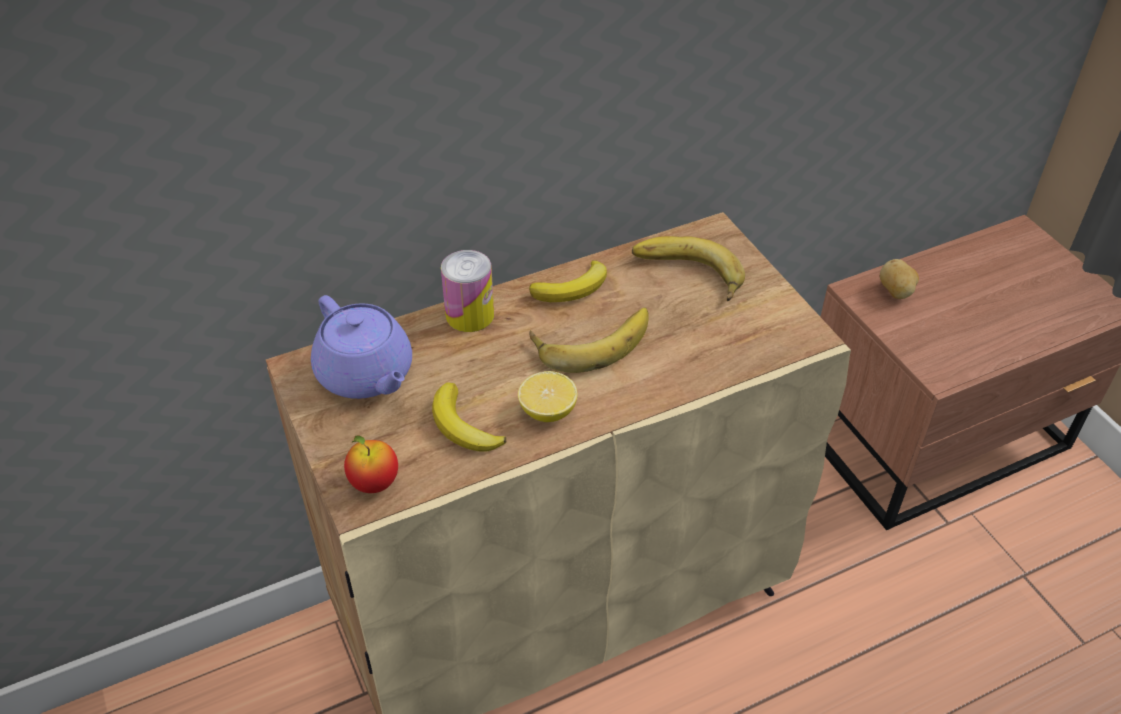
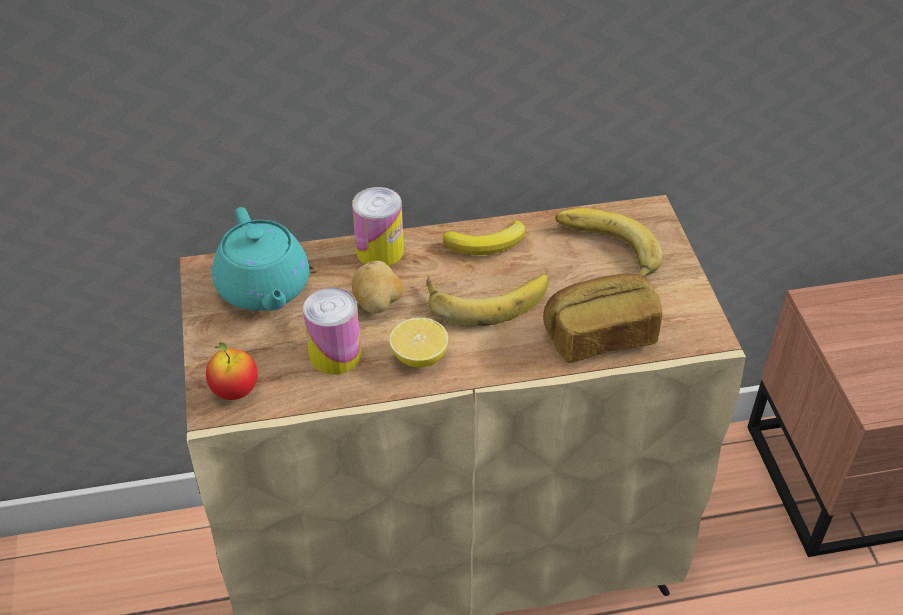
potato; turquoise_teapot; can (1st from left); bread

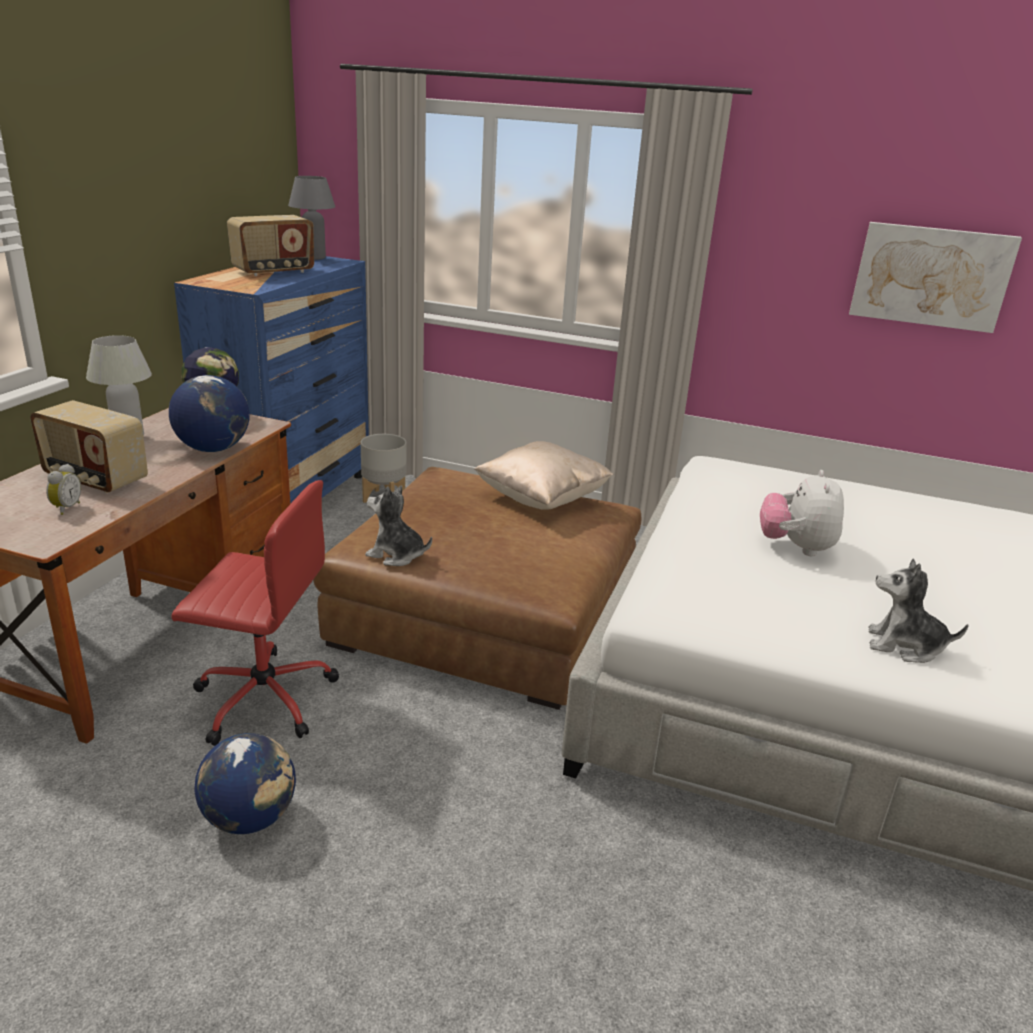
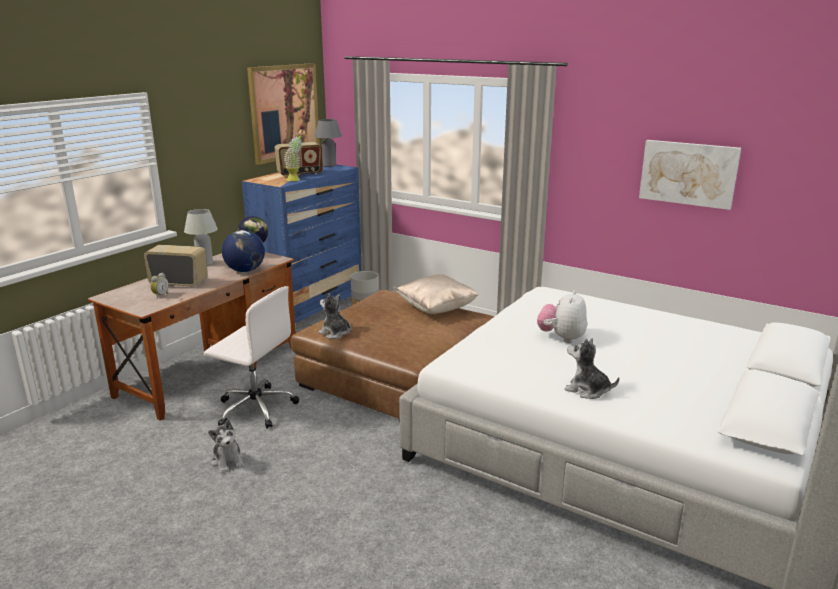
radio (1st from left); white_office_chair; plush_toy (1st from left); picture (1st from left); potted_plant

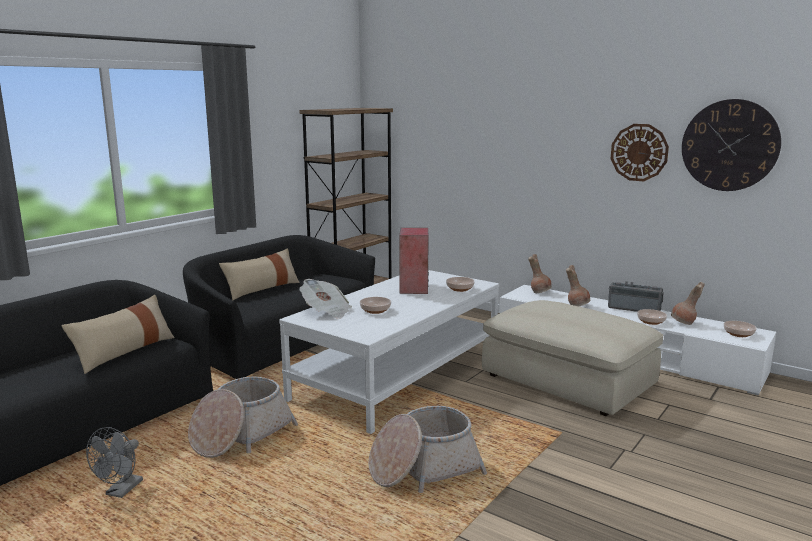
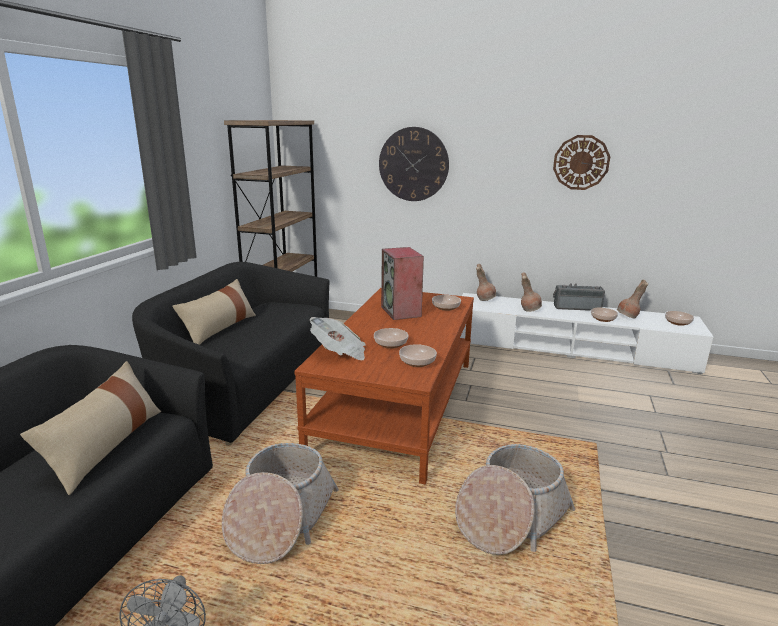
wall_clock (1st from left); brown_coffee_table; beige_ottoman; bowl (2nd from left)

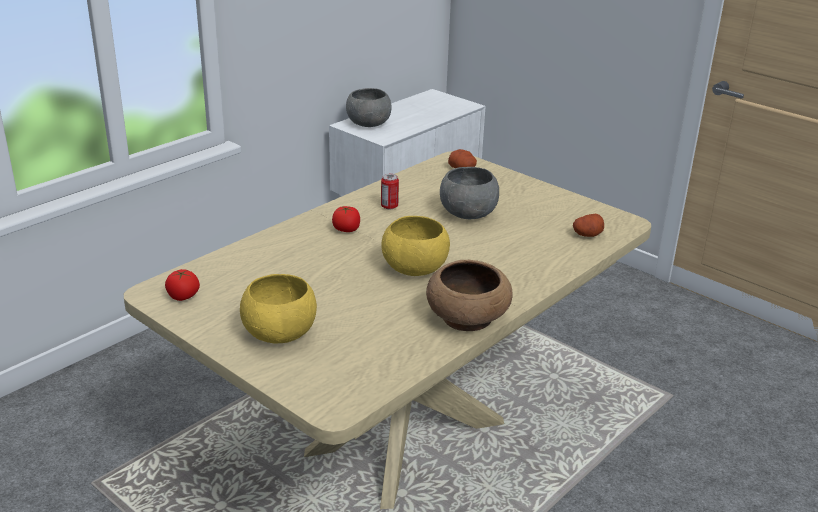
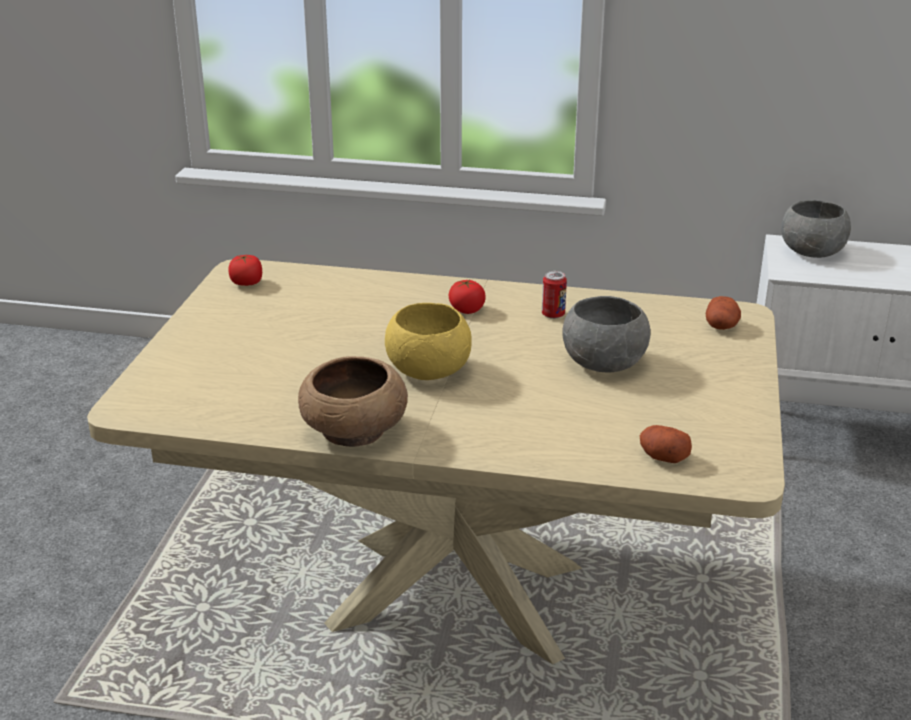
yellow_bowl (1st from left in the first image)

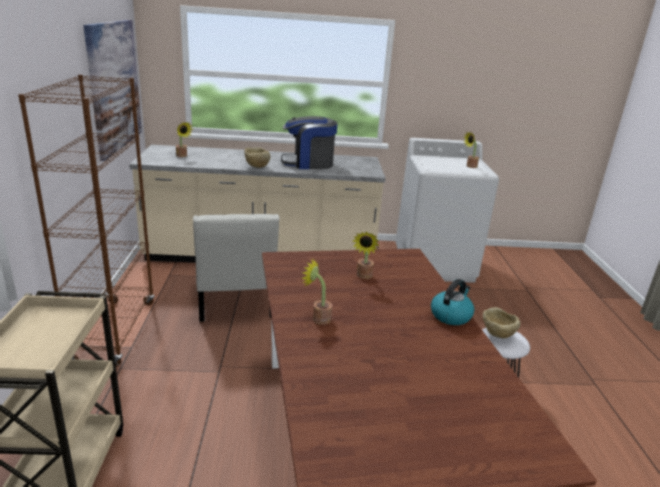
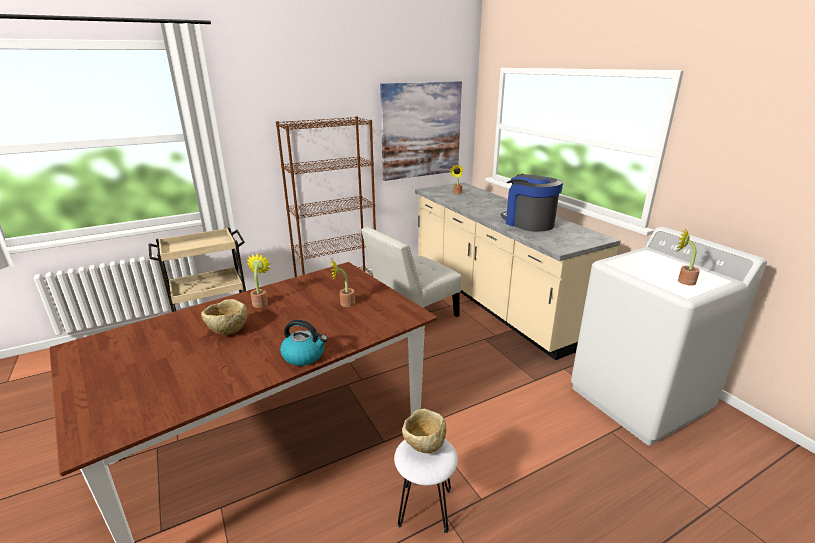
beige_bowl (1st from left)

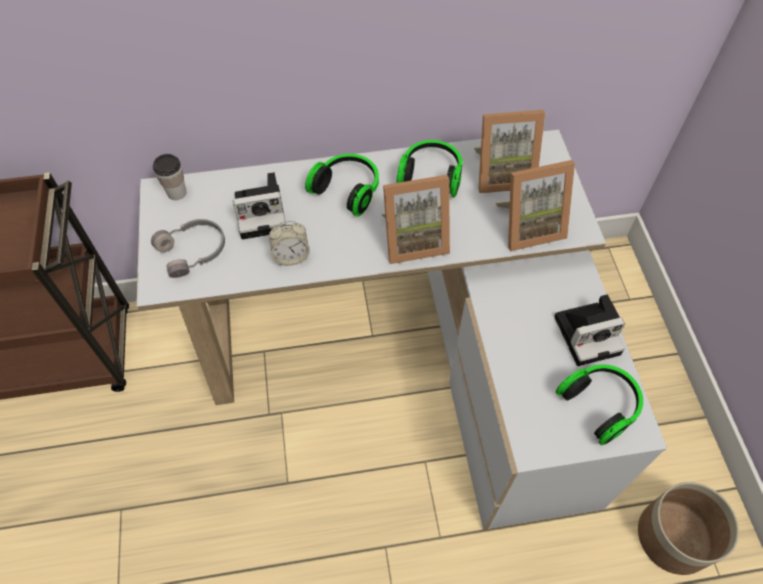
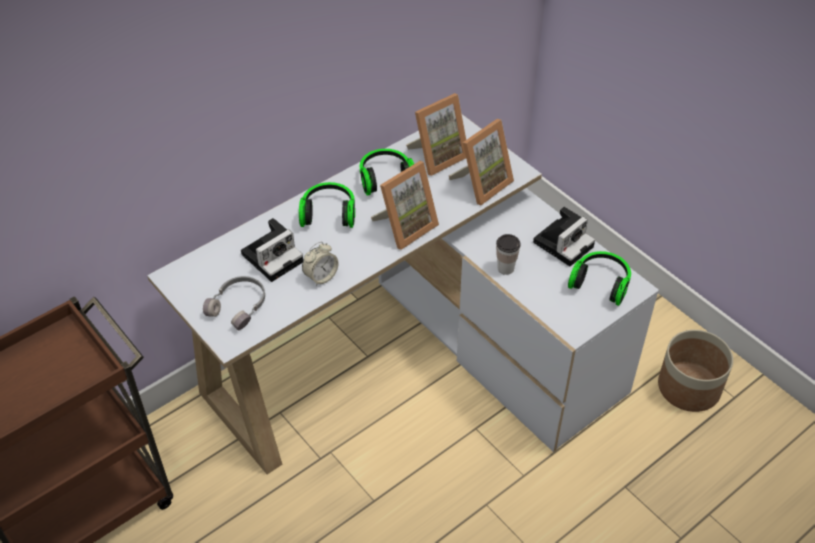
cup

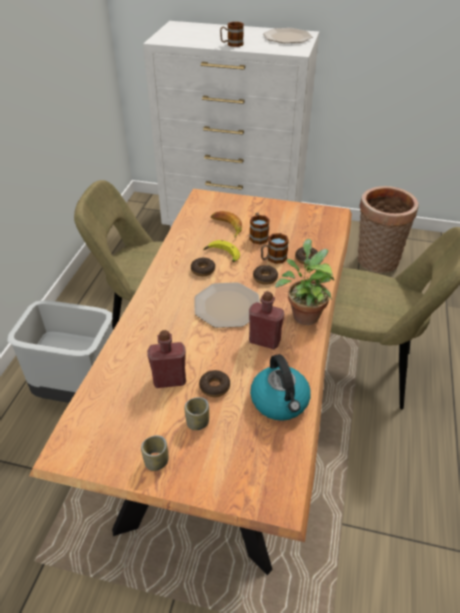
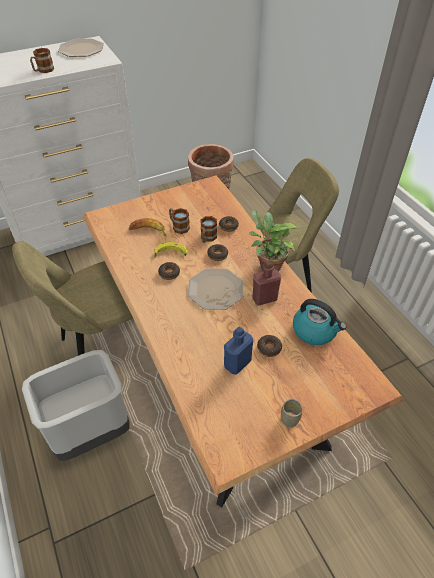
blue_bottle; cup (2nd from left in the first image)

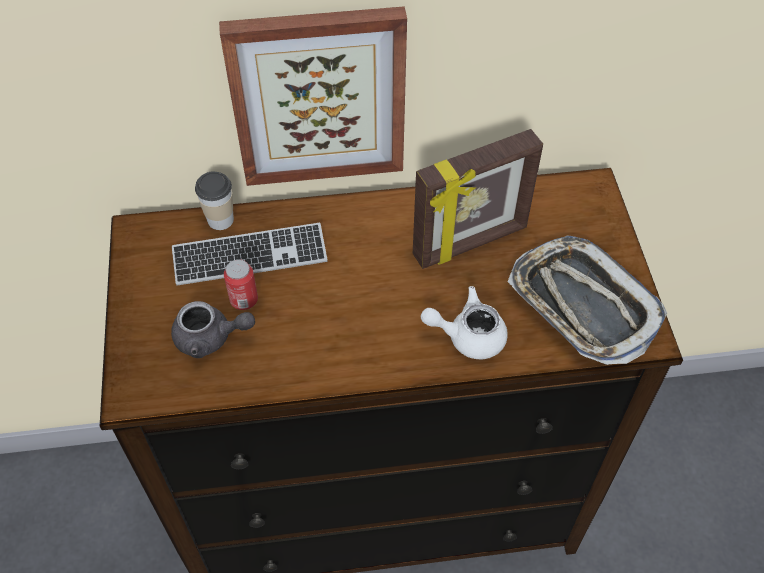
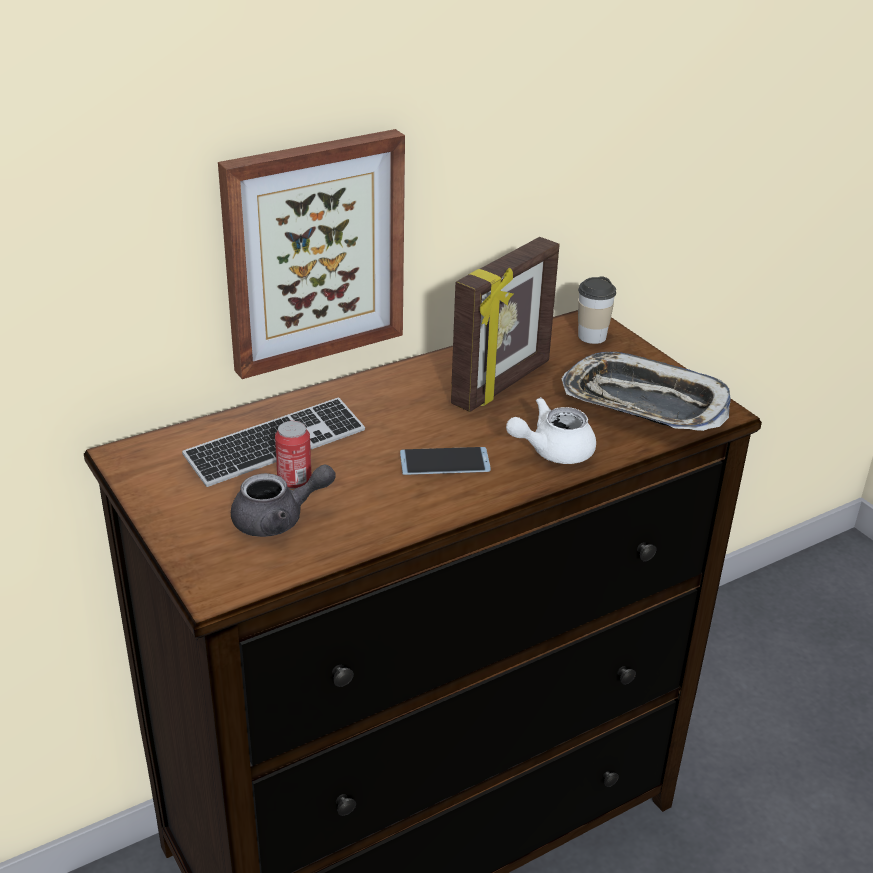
cup; phone

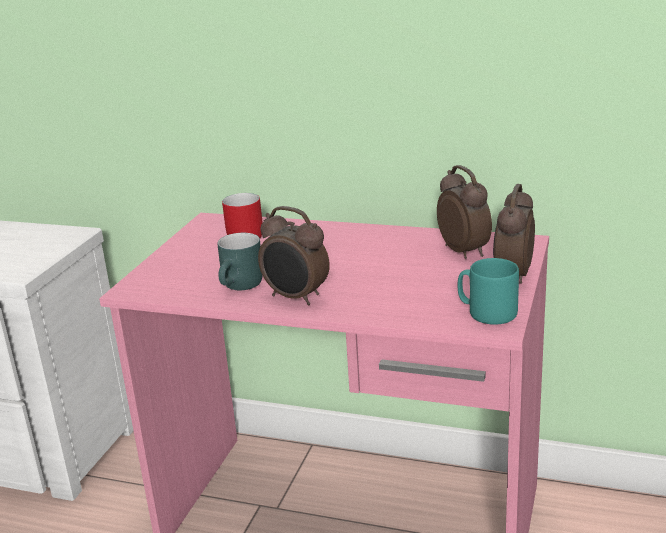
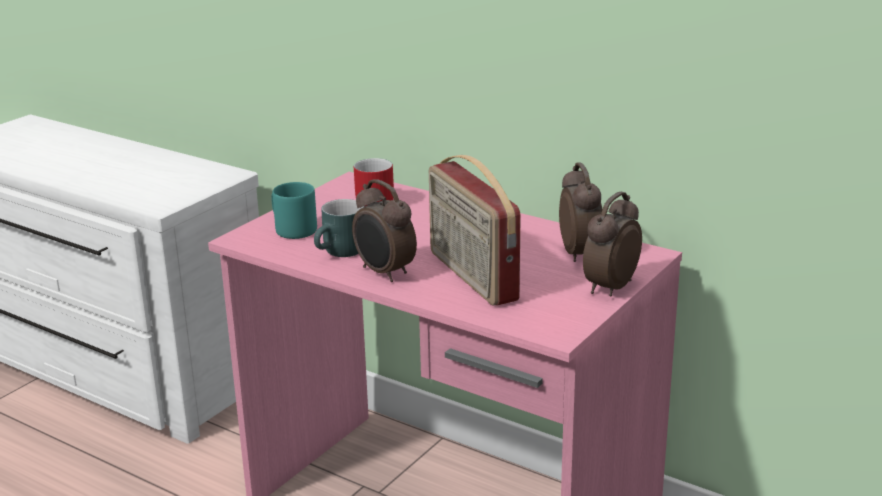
turquoise_mug (1st from left); radio

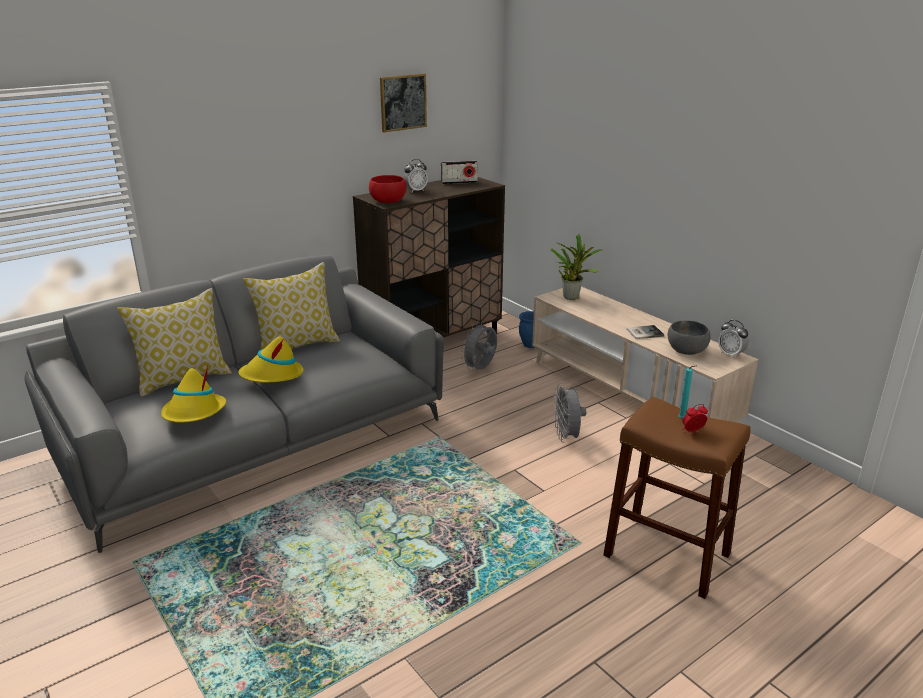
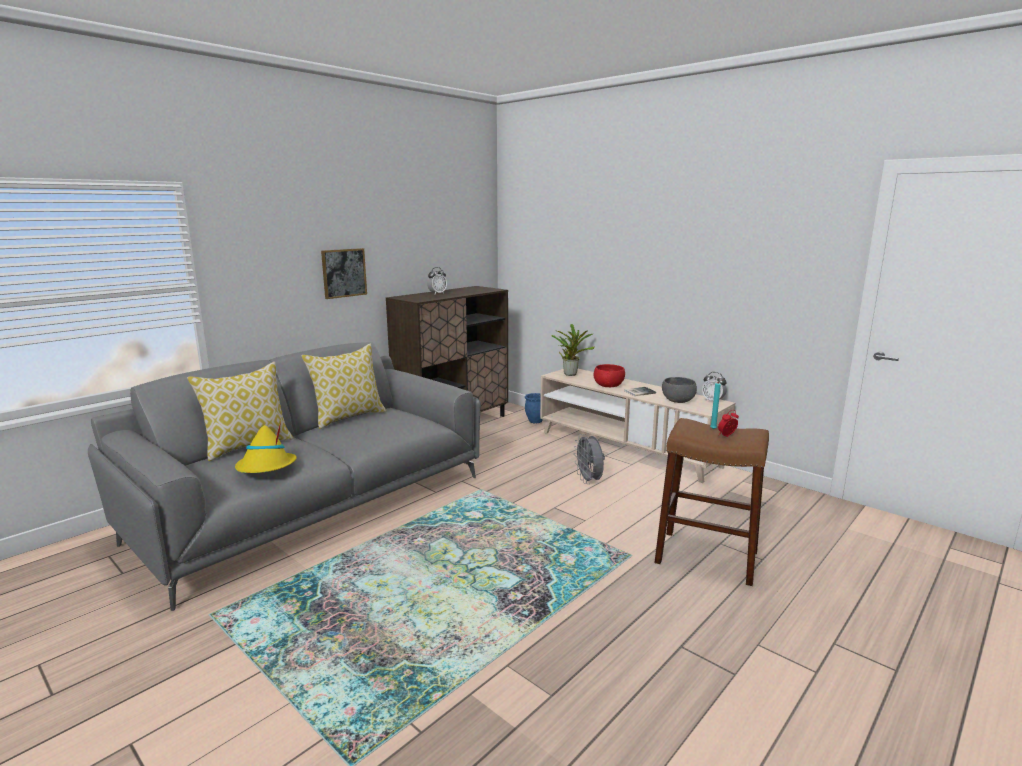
picture; radio; red_bowl; grey_fan (1st from left in the first image); yellow_hat (2nd from left in the first image)

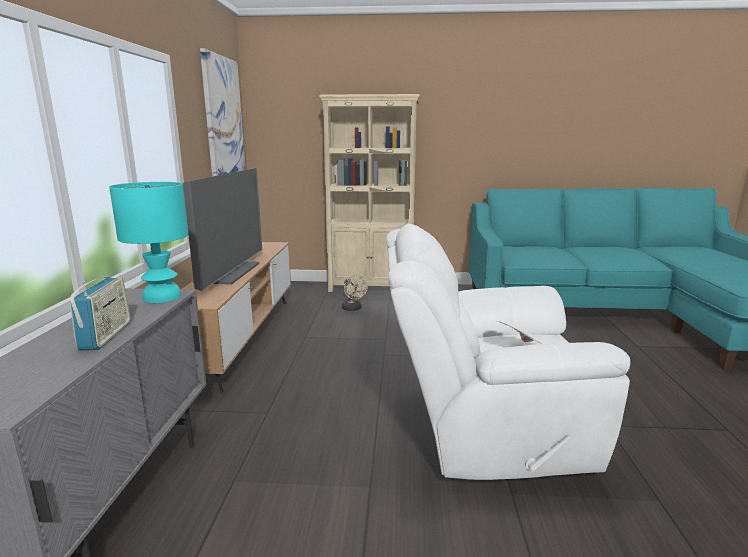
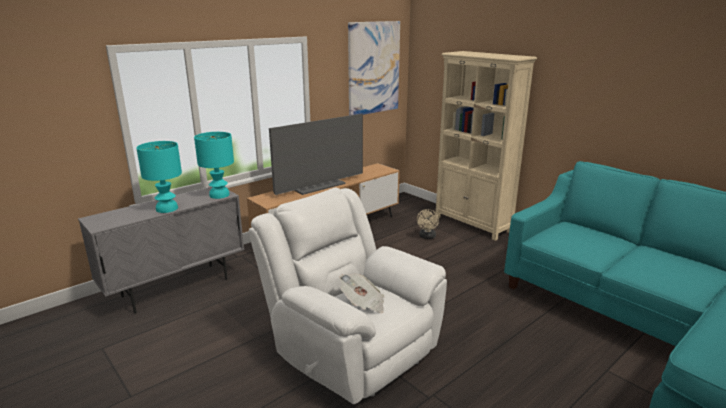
turquoise_table_lamp (1st from left)

